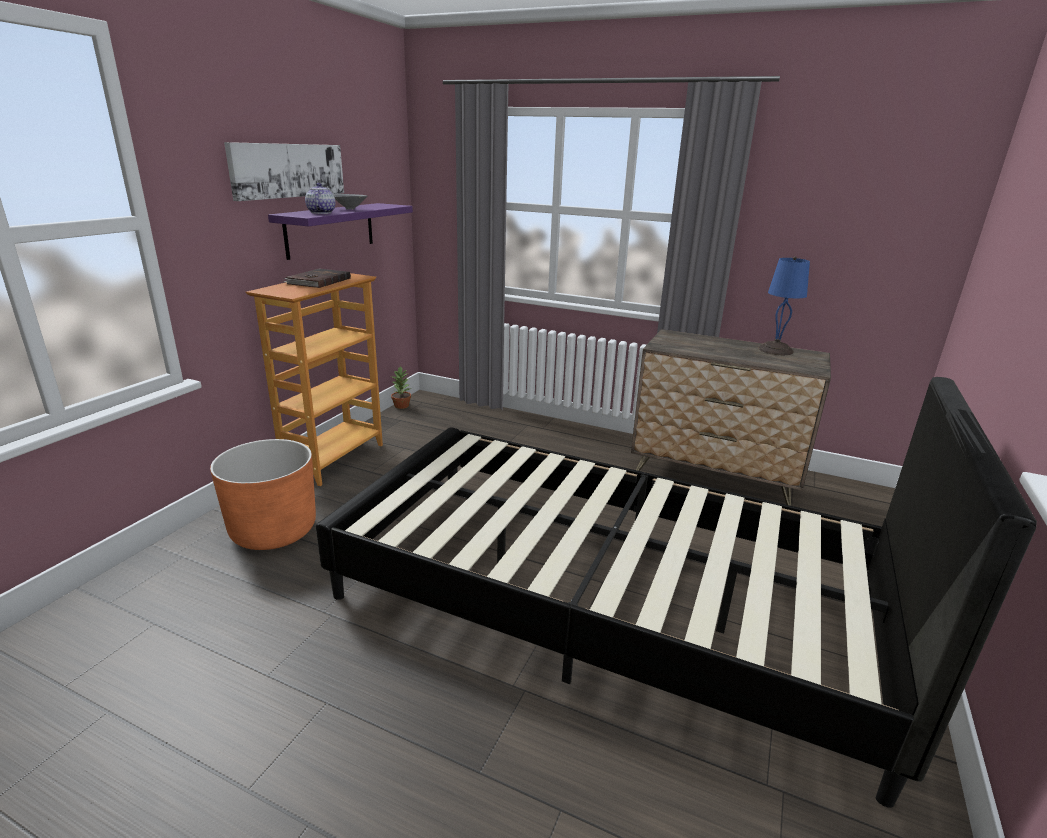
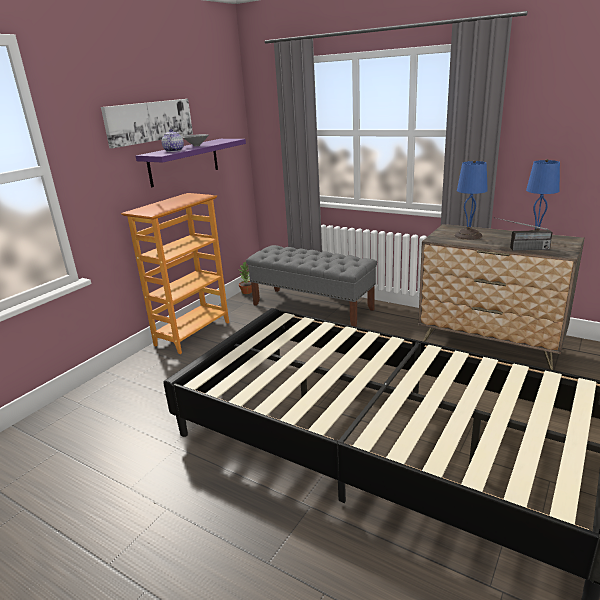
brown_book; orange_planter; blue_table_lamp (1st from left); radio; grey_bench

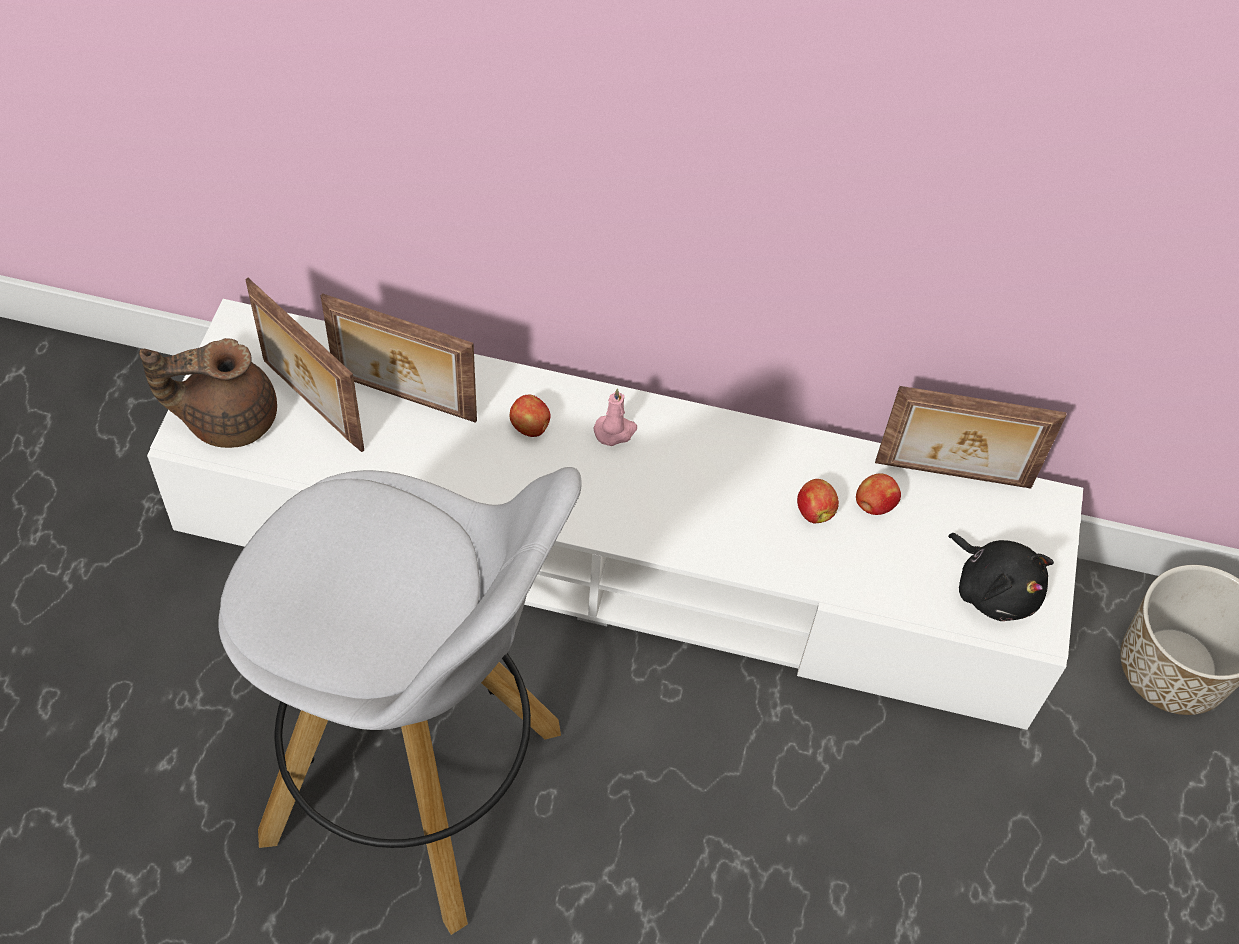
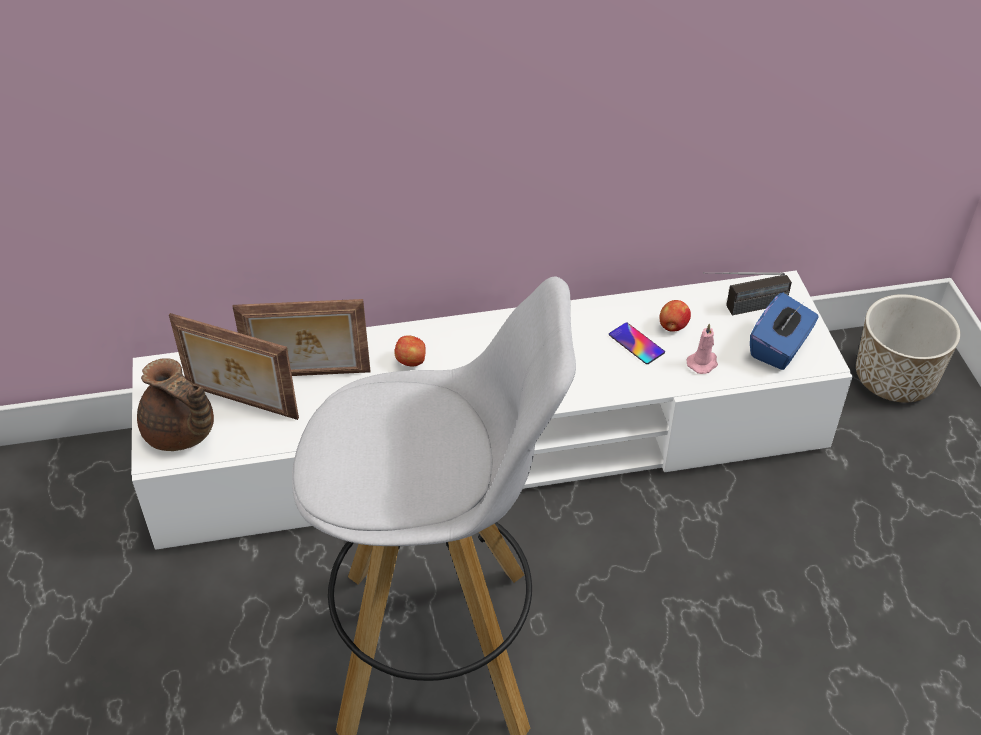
brown_teapot; picture_frame (3rd from left in the first image); pink_candle; phone; blue_tissue_box; radio

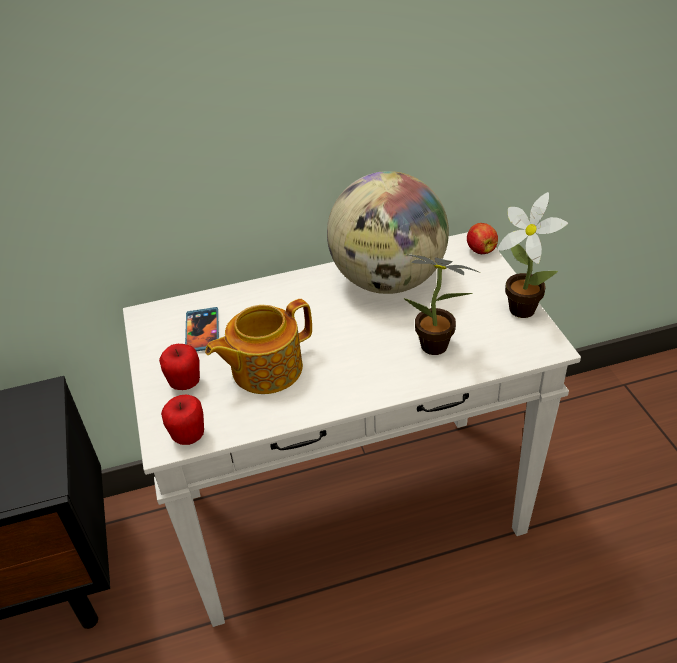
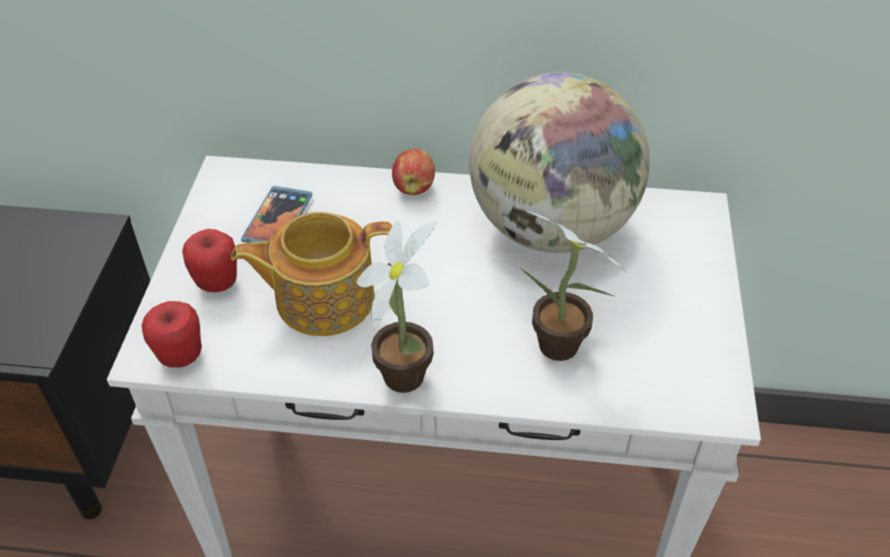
potted_plant (1st from left); apple (3rd from left)

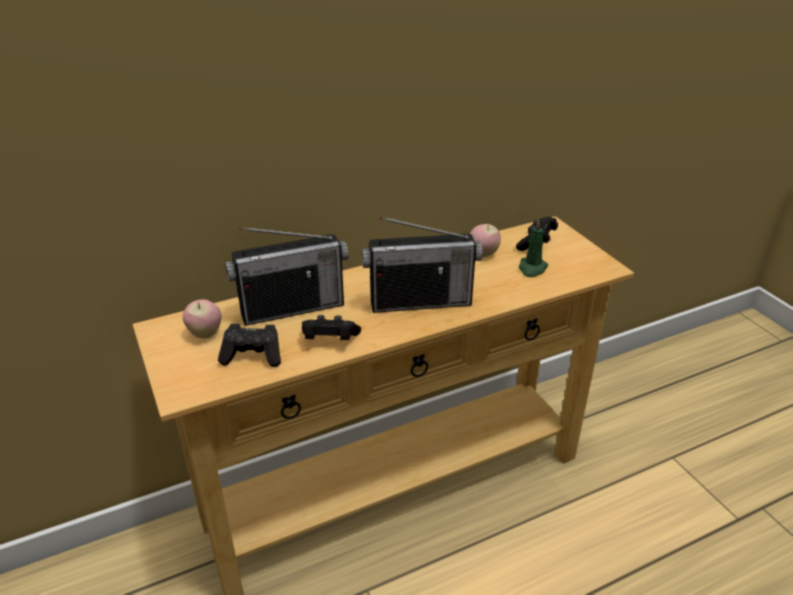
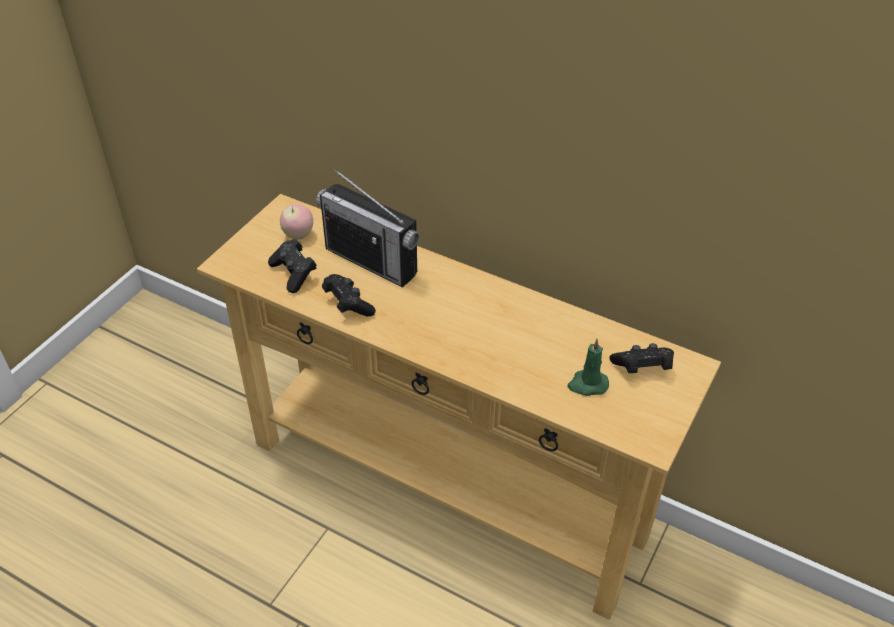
radio (2nd from left in the first image); apple (2nd from left in the first image)

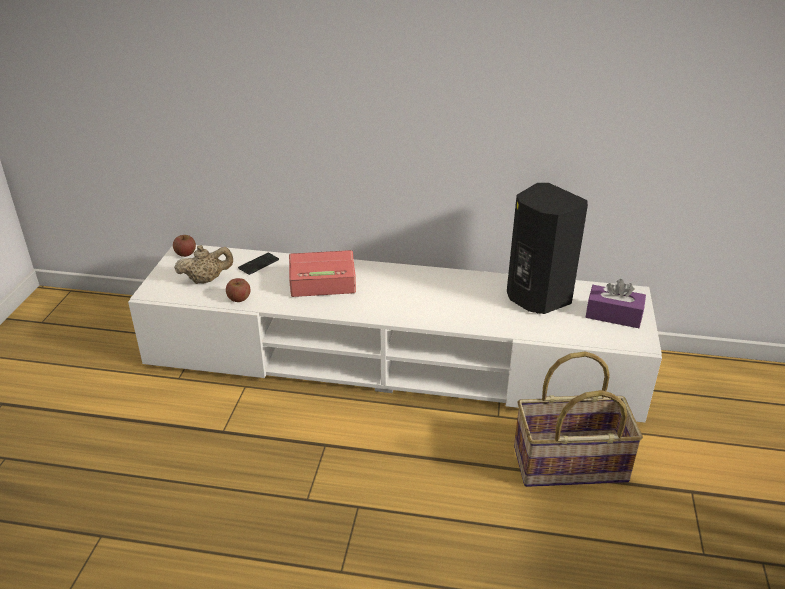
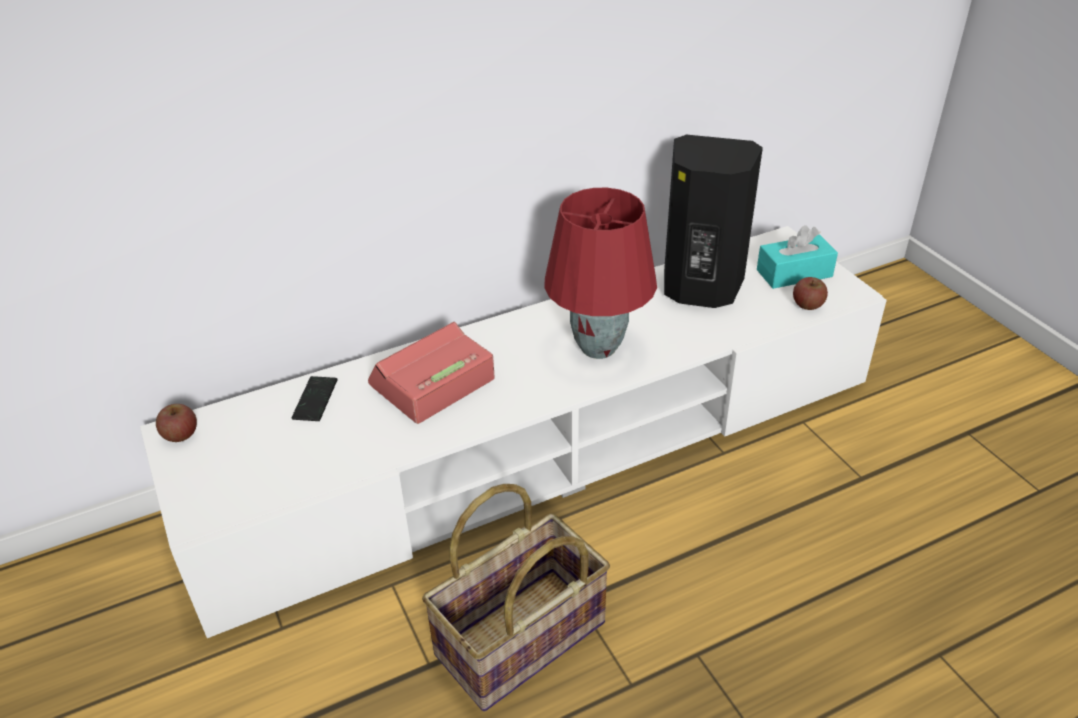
beige_teapot; apple (2nd from left); turquoise_tissue_box; basket; red_table_lamp

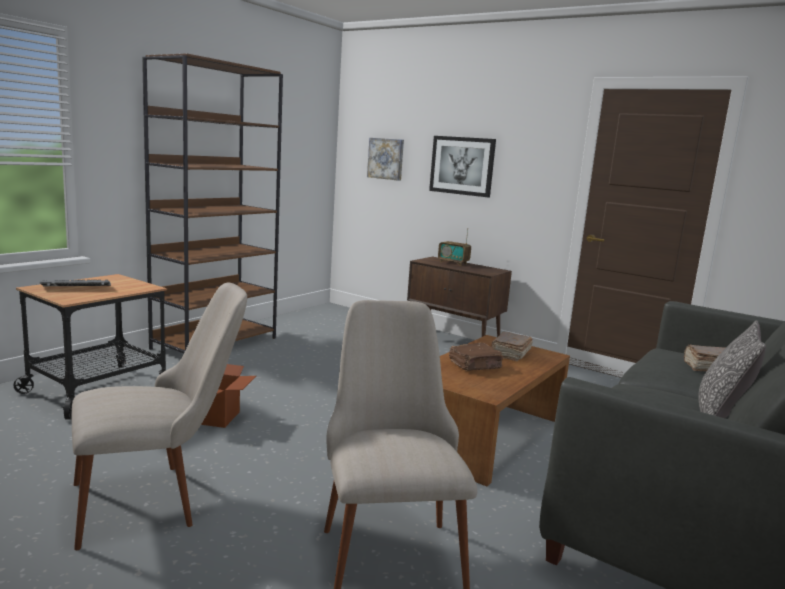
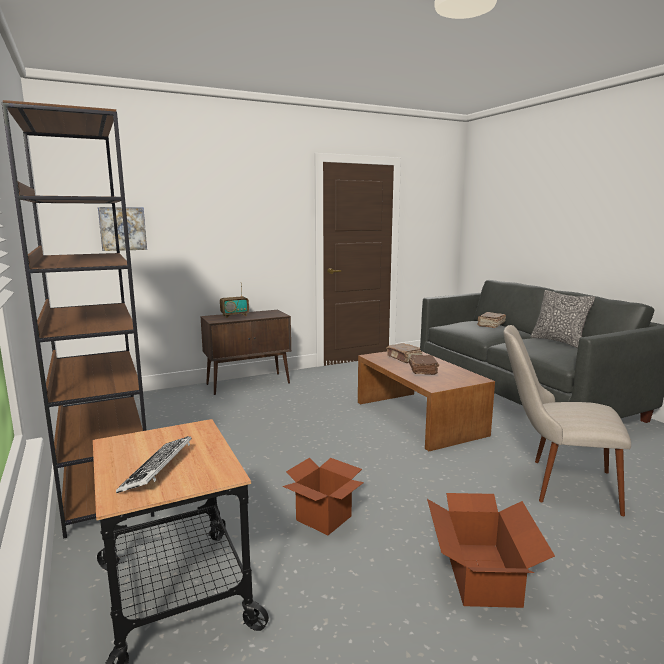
picture (2nd from left in the first image); cardboard_box (2nd from left)

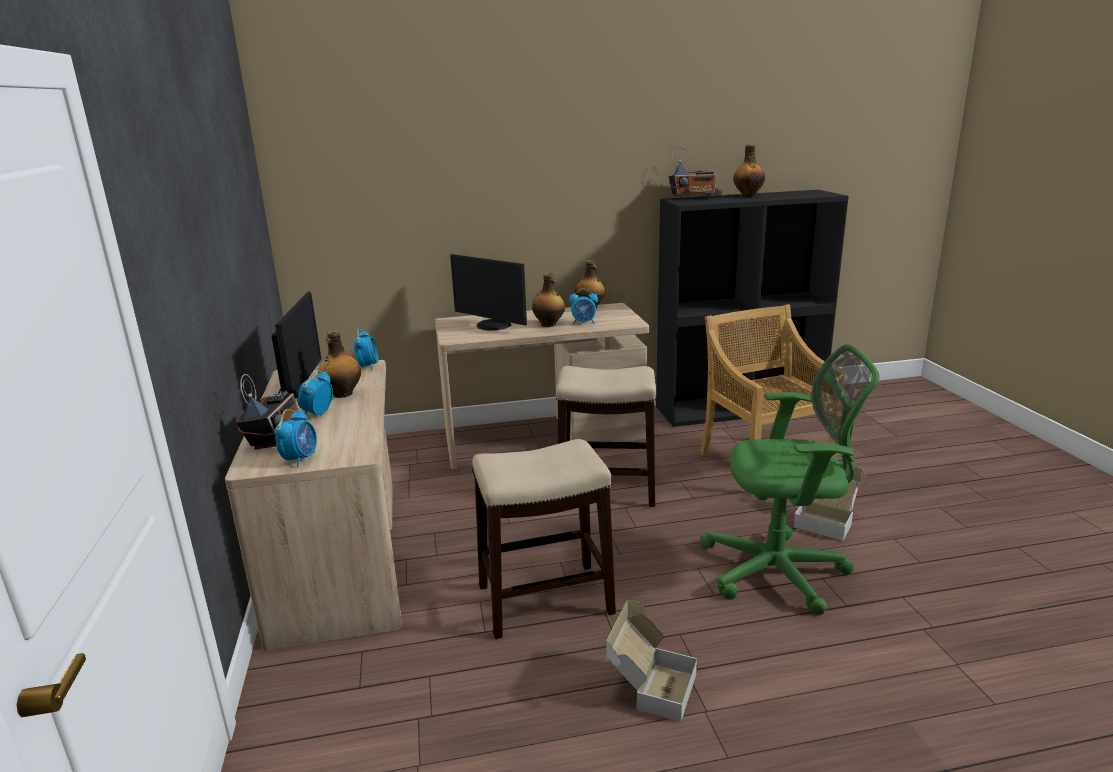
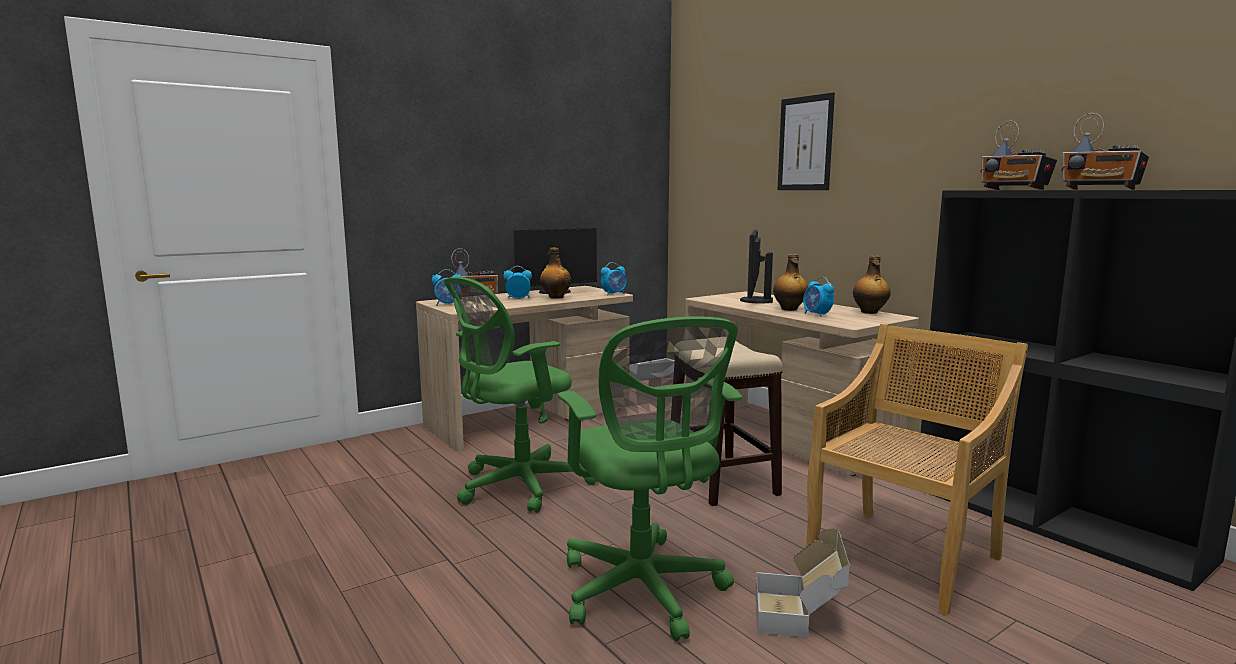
radio (3rd from left); green_office_chair (1st from left); cardboard_box (1st from left in the first image); picture

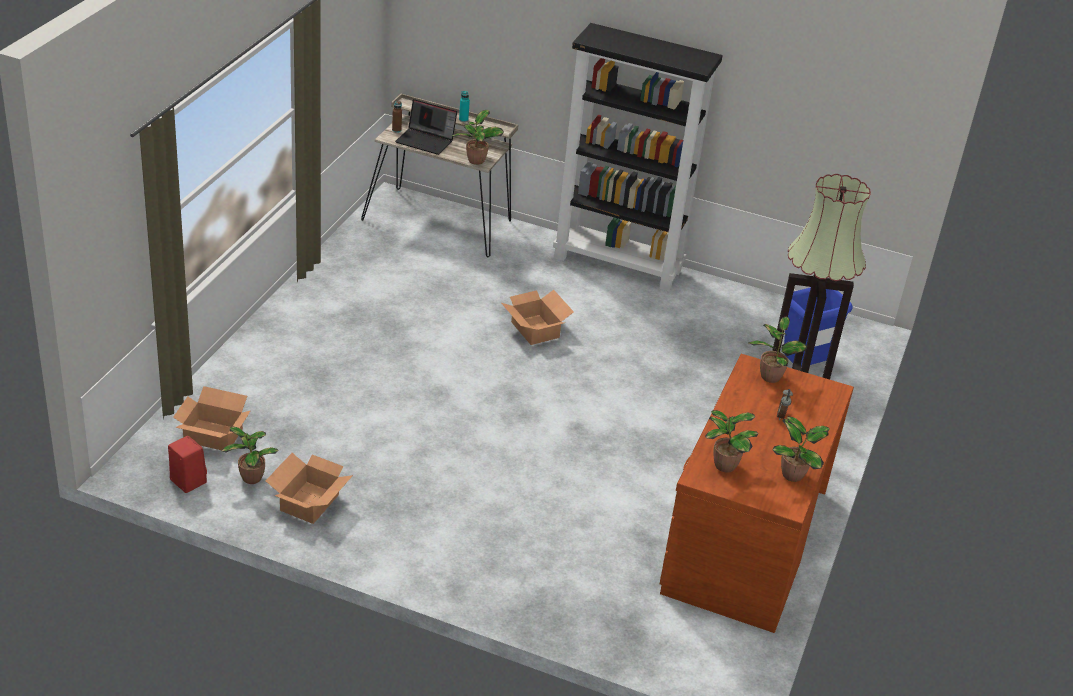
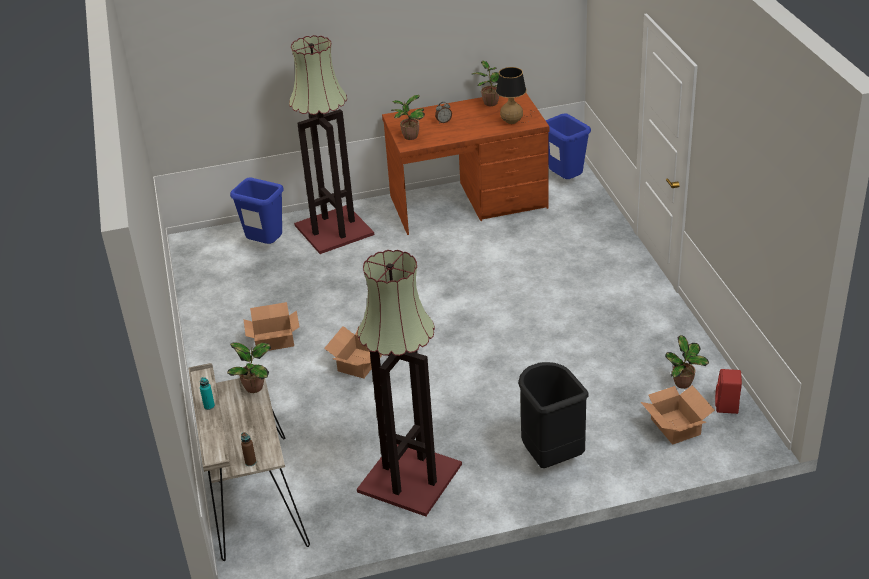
black_bookcase; laptop; table_lamp; cardboard_box (1st from left); blue_trash_can (2nd from left); floor_lamp (2nd from left); black_trash_can

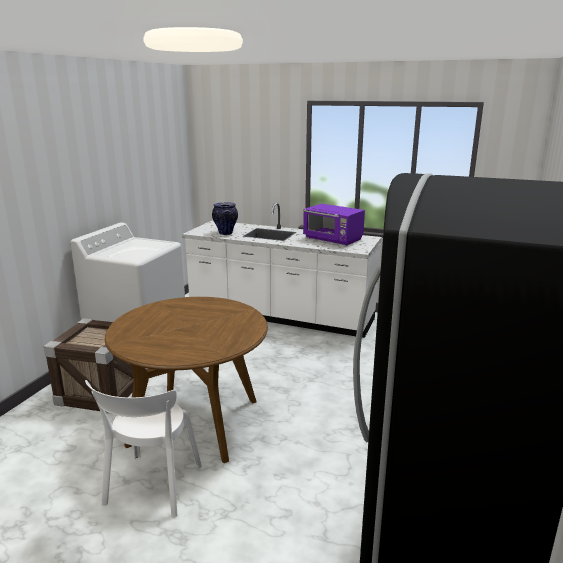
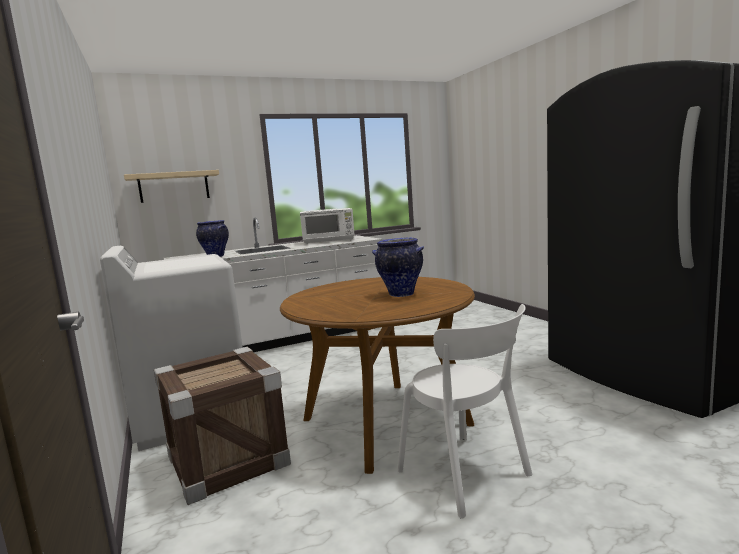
white_microwave; beige_shelf; vase (2nd from left)

